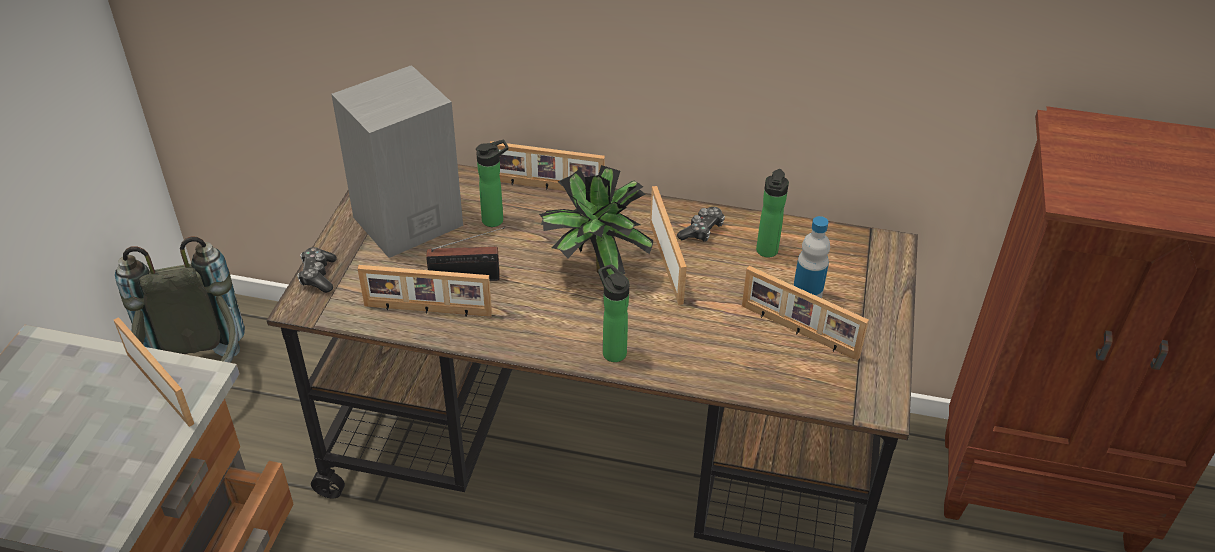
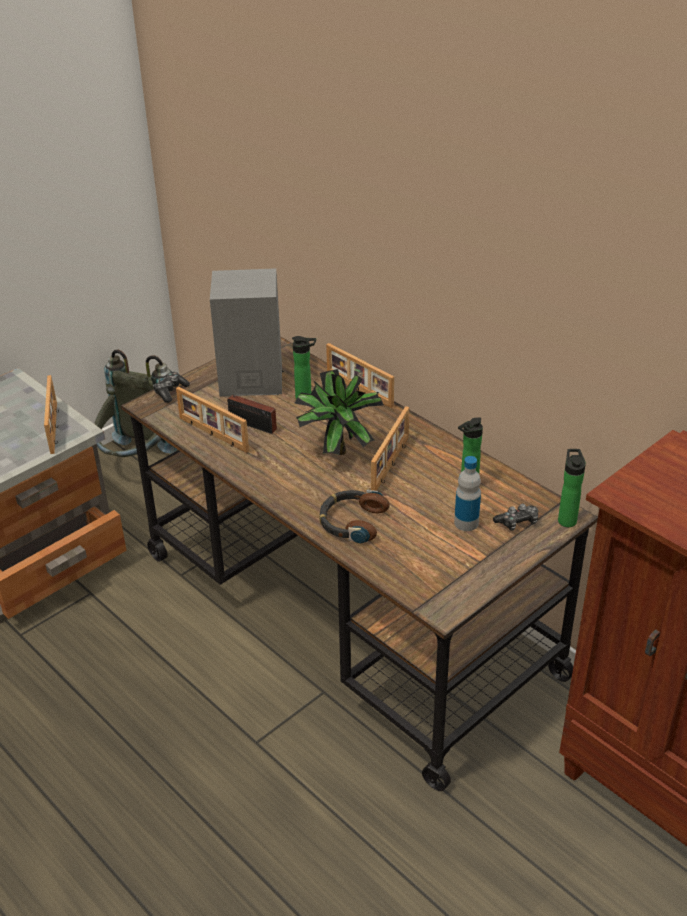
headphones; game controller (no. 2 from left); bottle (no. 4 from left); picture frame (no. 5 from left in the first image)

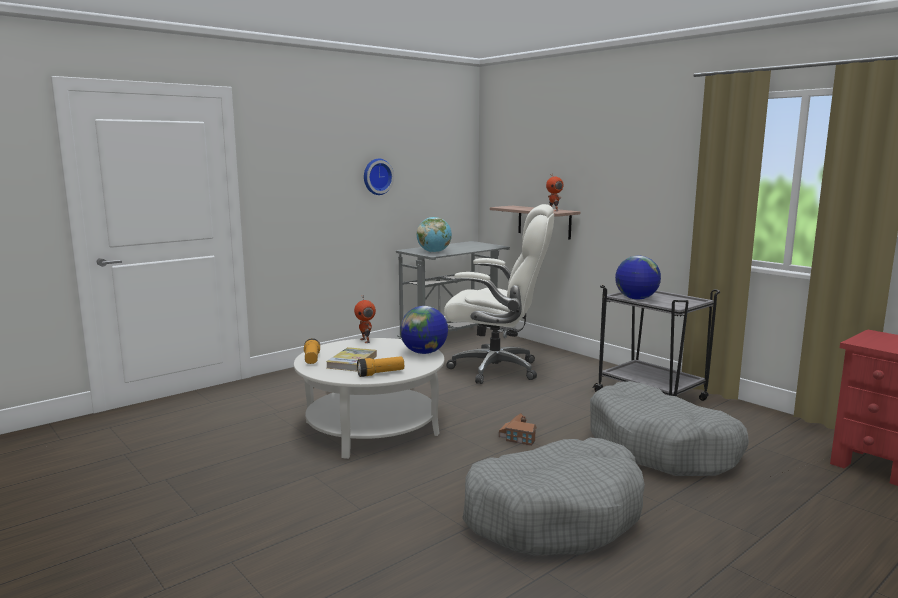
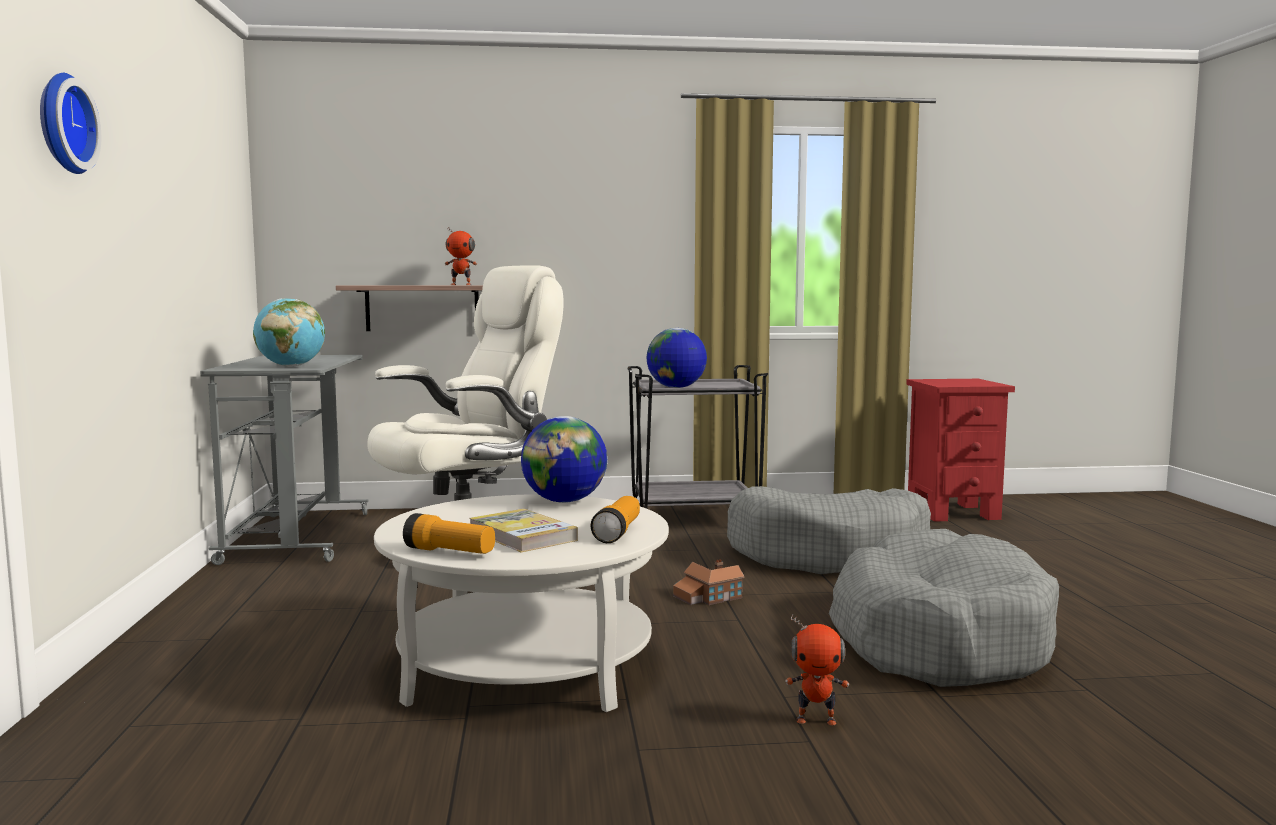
wall clock; toy robot (no. 2 from left)

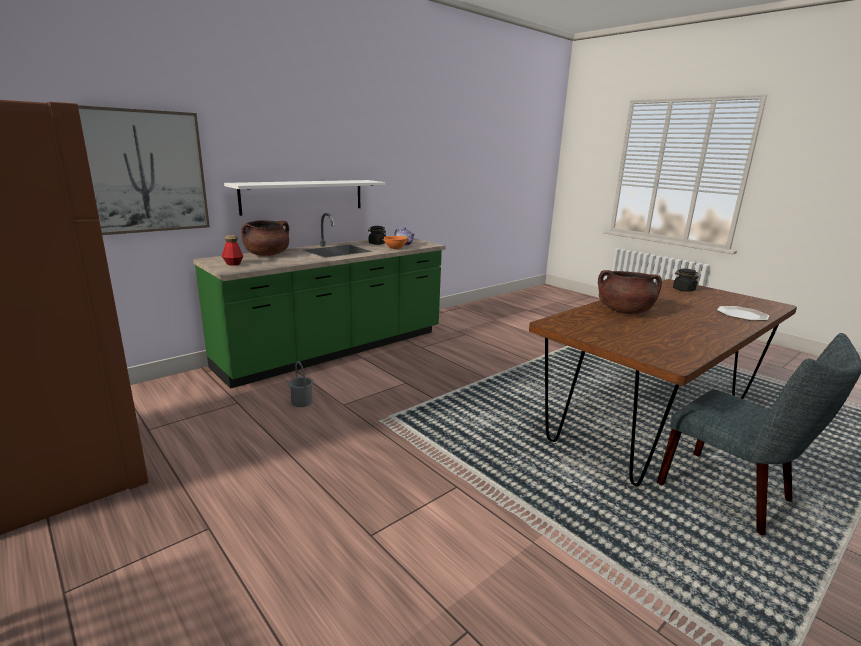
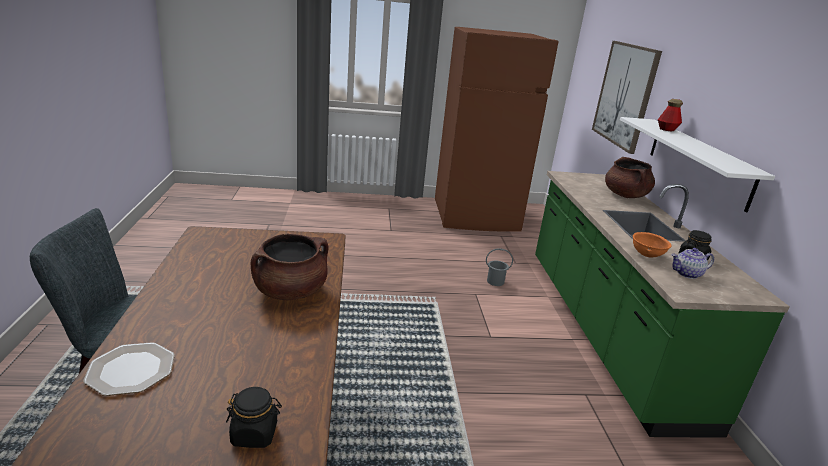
bottle

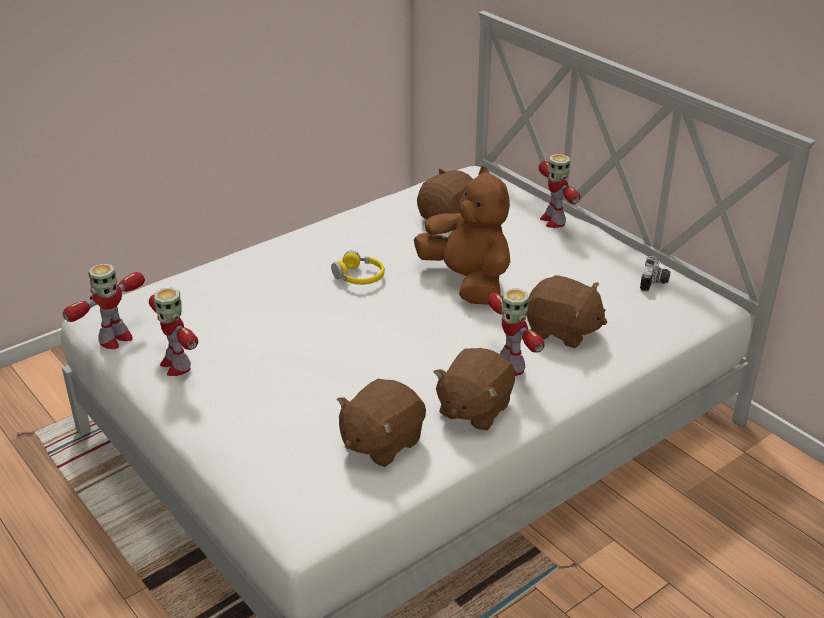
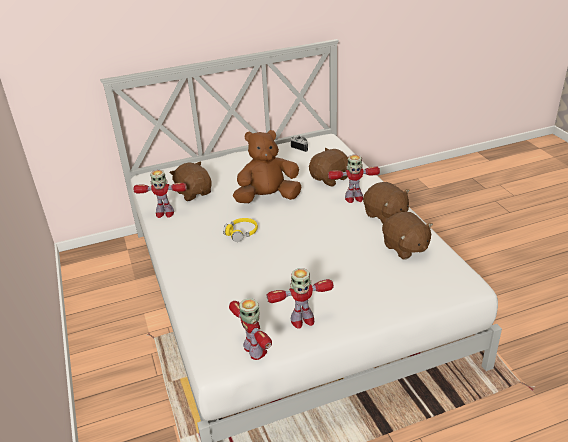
toy robot (no. 1 from left)

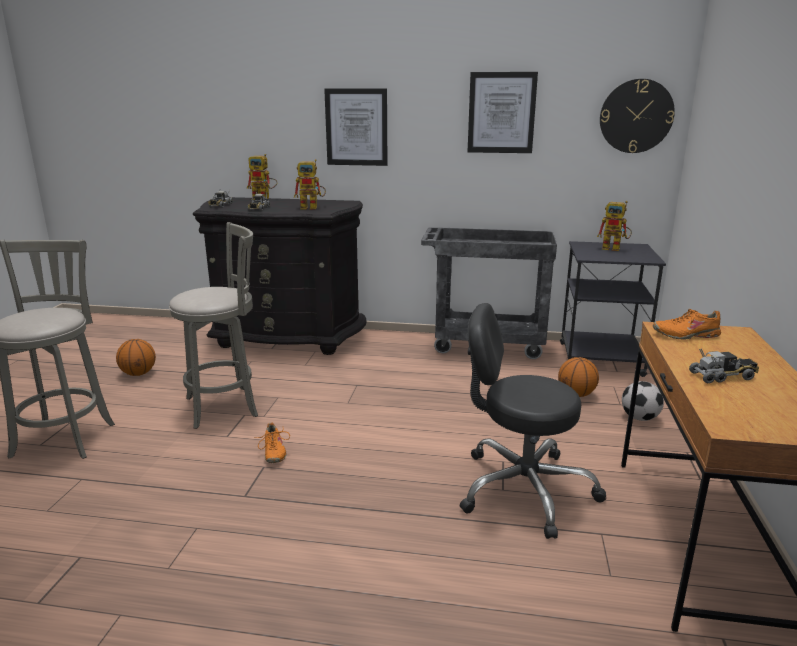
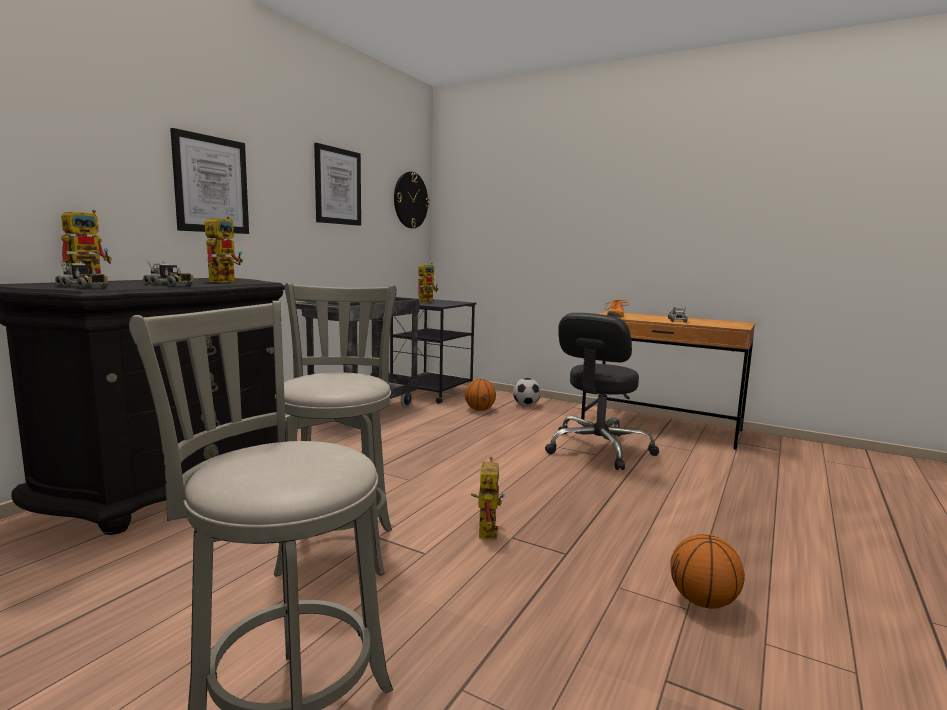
toy robot (no. 4 from left); basketball (no. 2 from left)

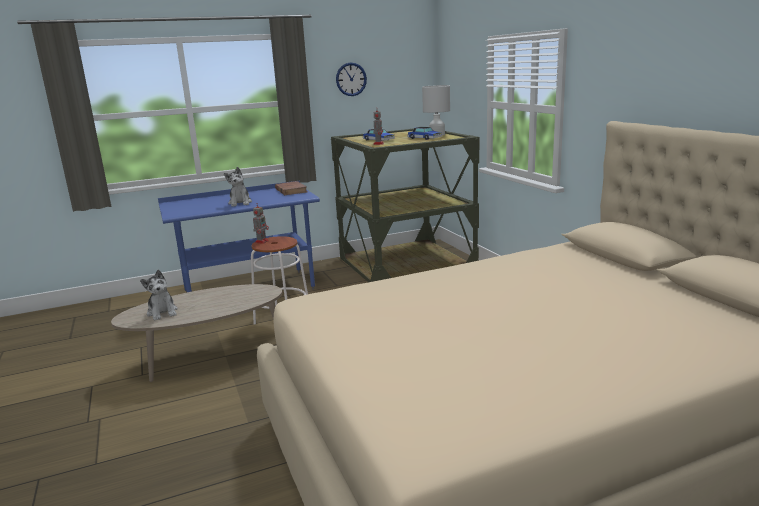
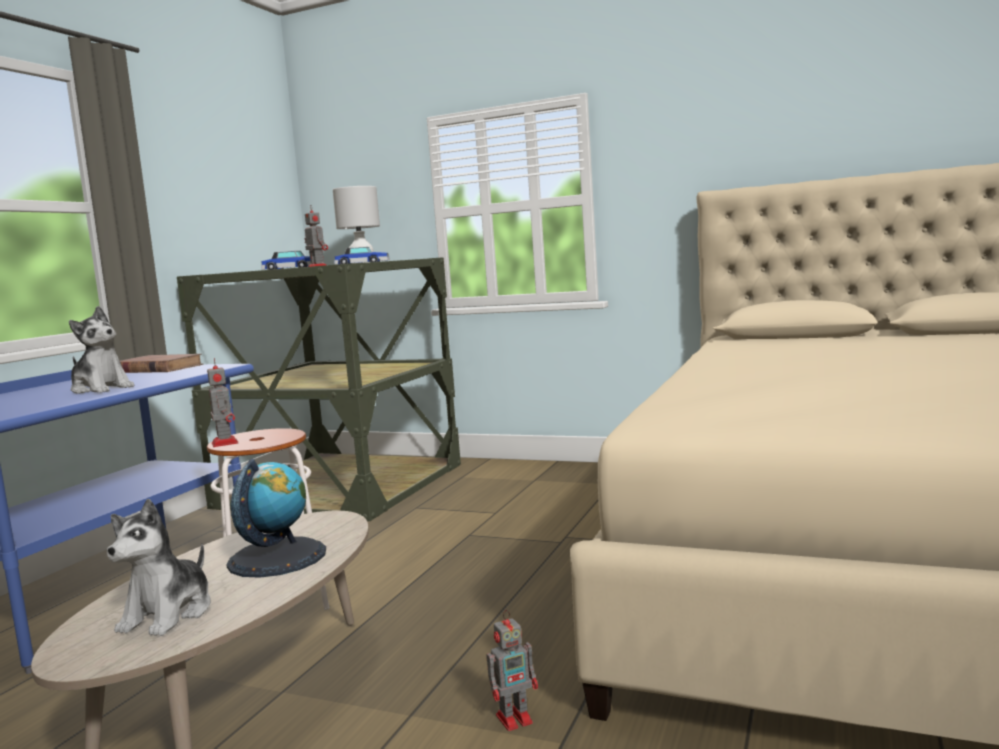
plush toy (no. 2 from left); globe; toy robot (no. 3 from left); wall clock

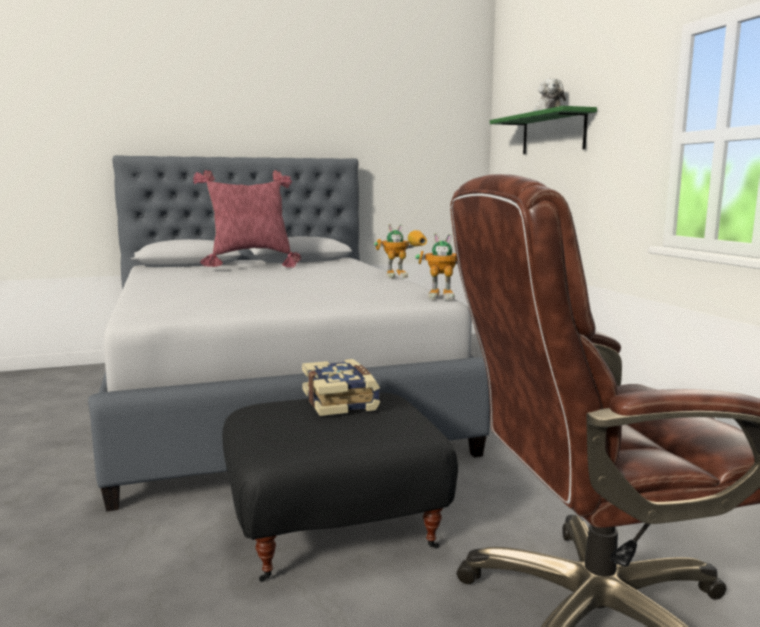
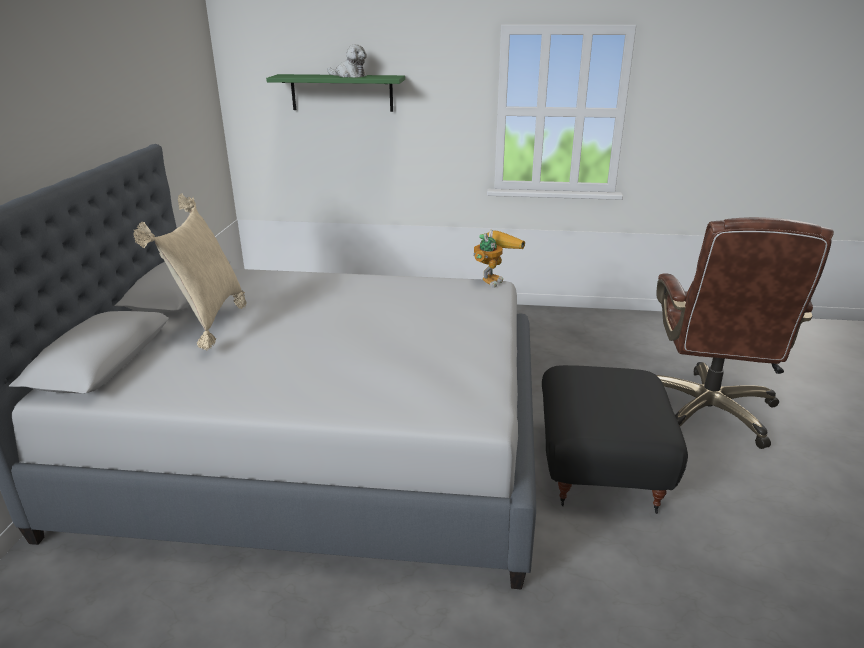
pillow (beige); book; toy robot (no. 1 from left in the first image)

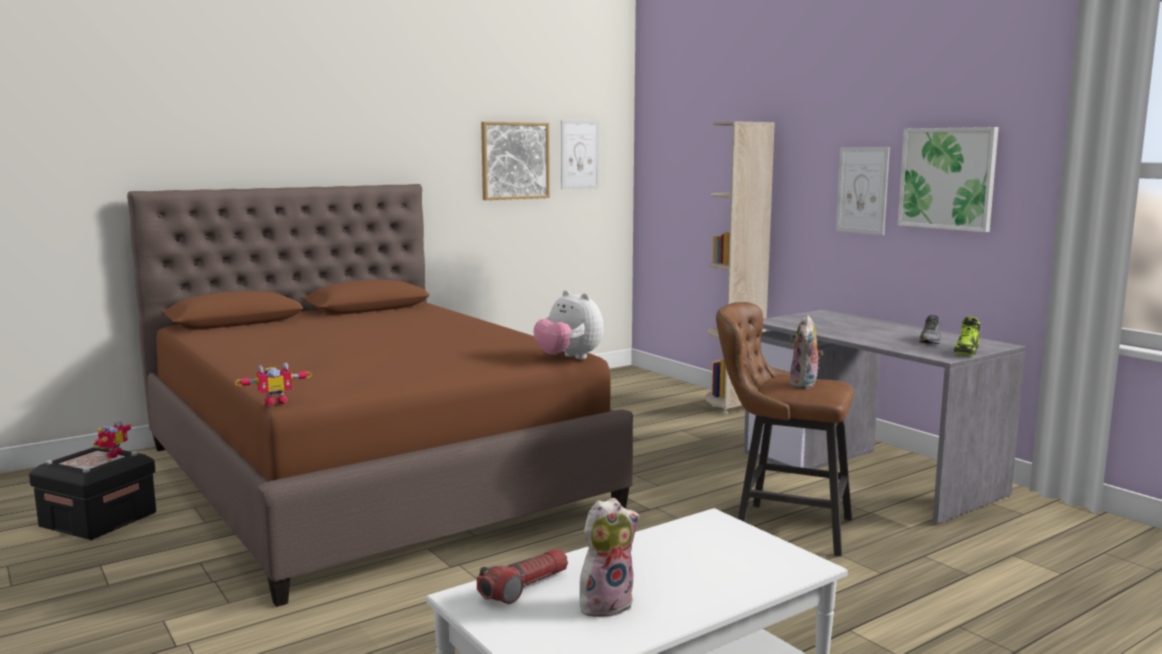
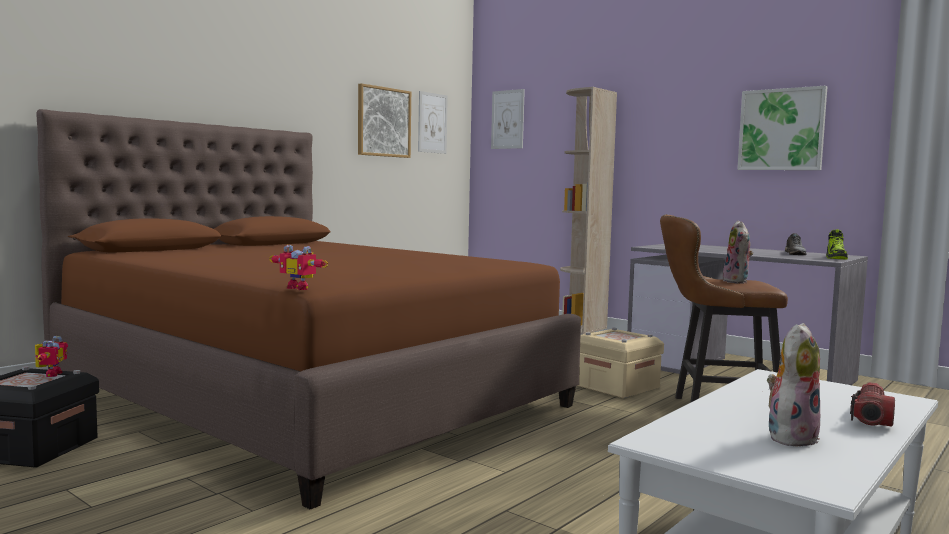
toy robot (no. 2 from left); picture (no. 3 from left); storage box (beige); flashlight; plush toy (no. 1 from left in the first image)

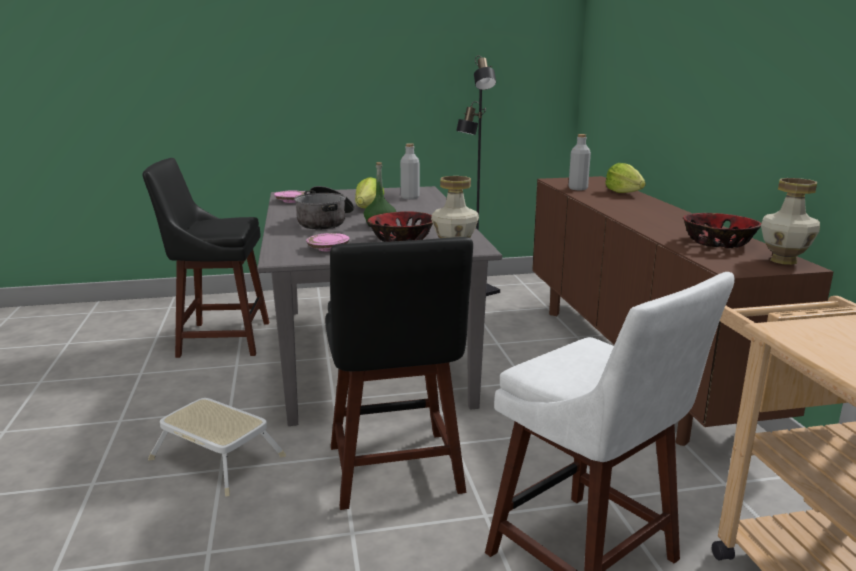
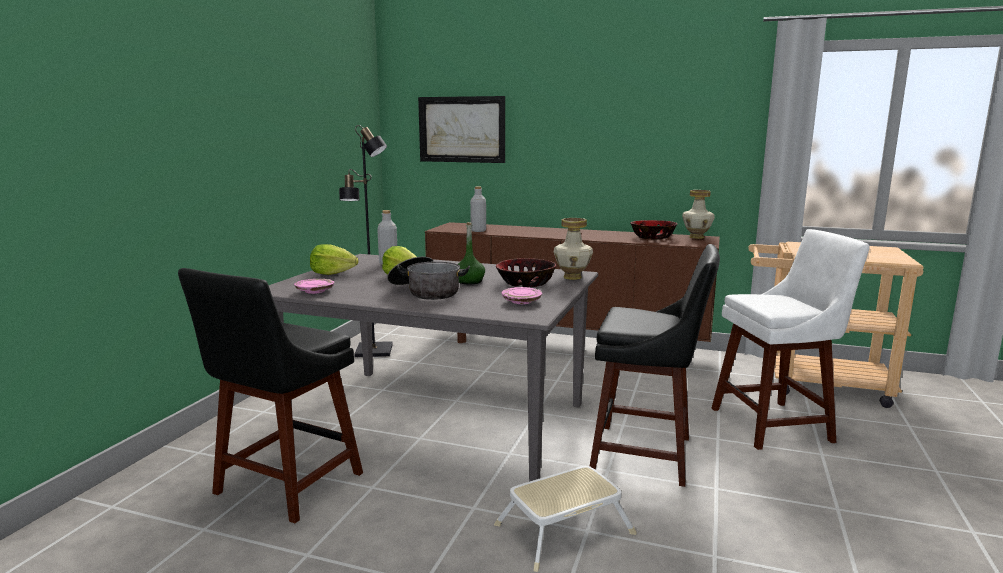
lettuce (no. 1 from left); picture

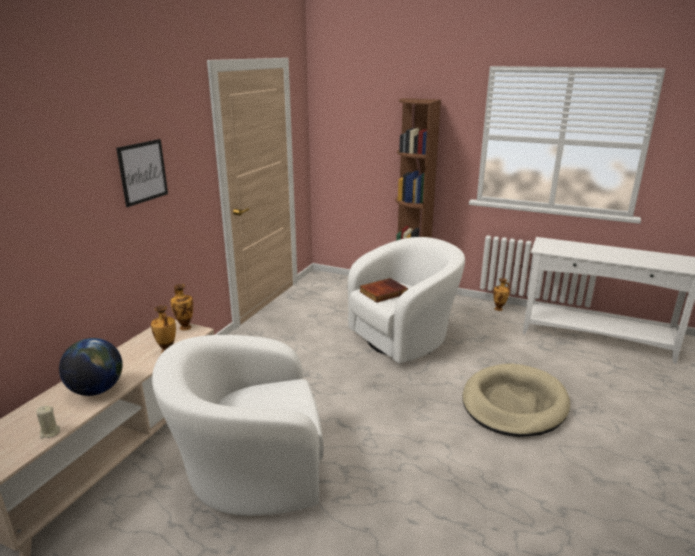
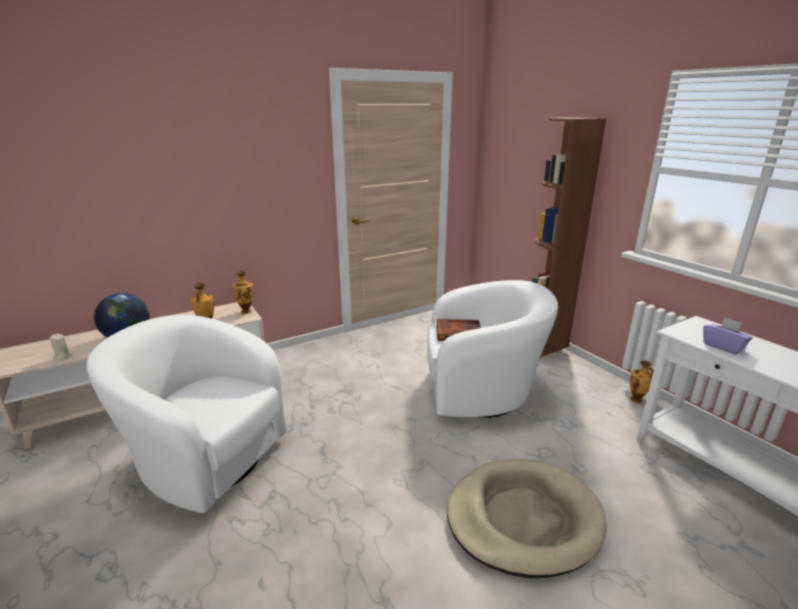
tissue box (purple); picture

